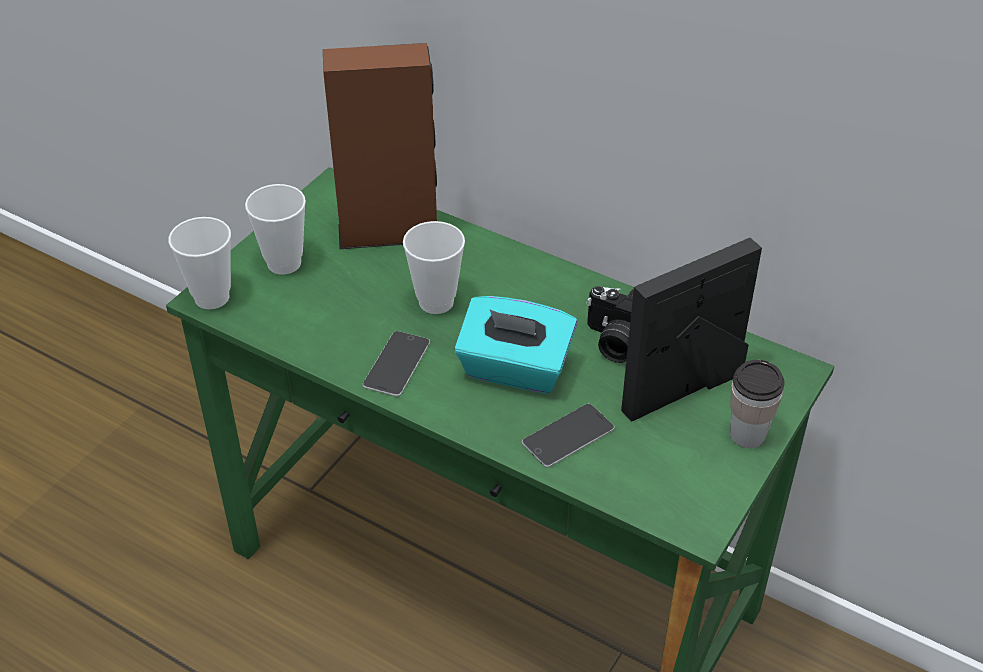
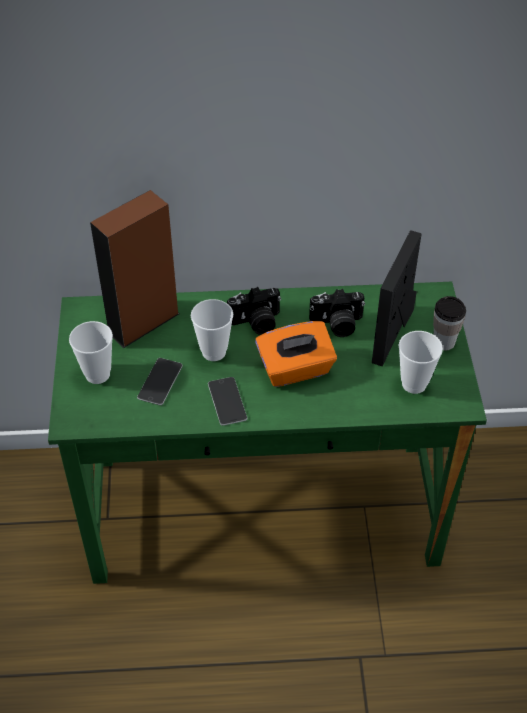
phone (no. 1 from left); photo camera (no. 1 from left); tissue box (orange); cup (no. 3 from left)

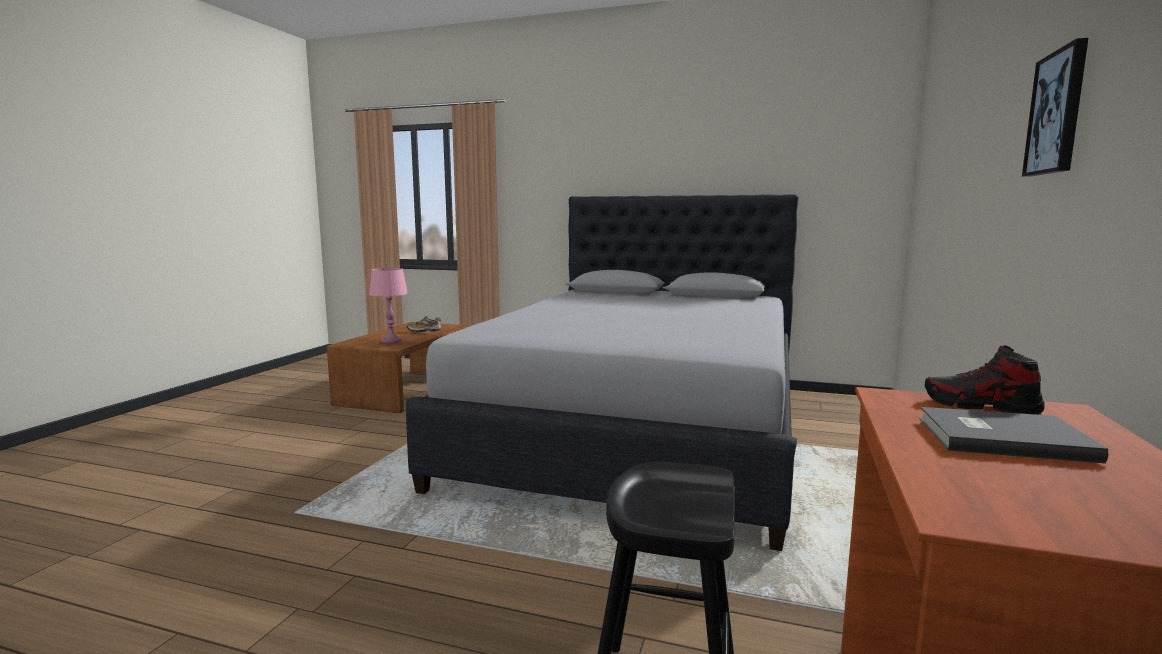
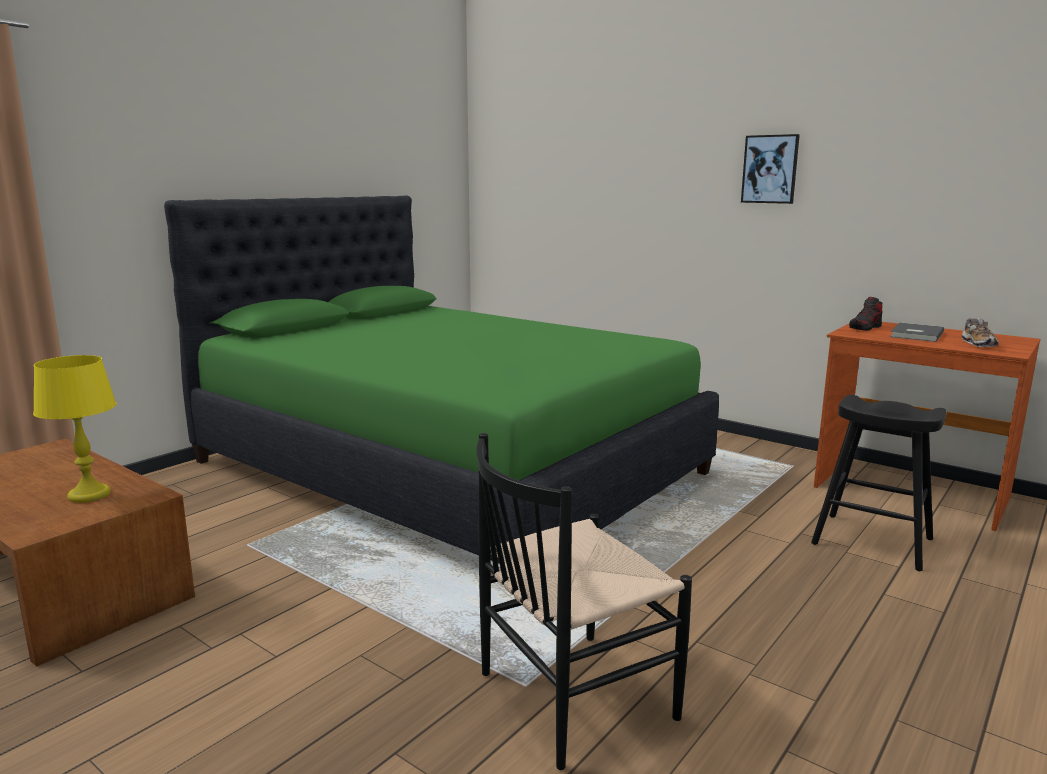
table lamp (yellow); bed (green); chair (black); shoe (no. 2 from left)

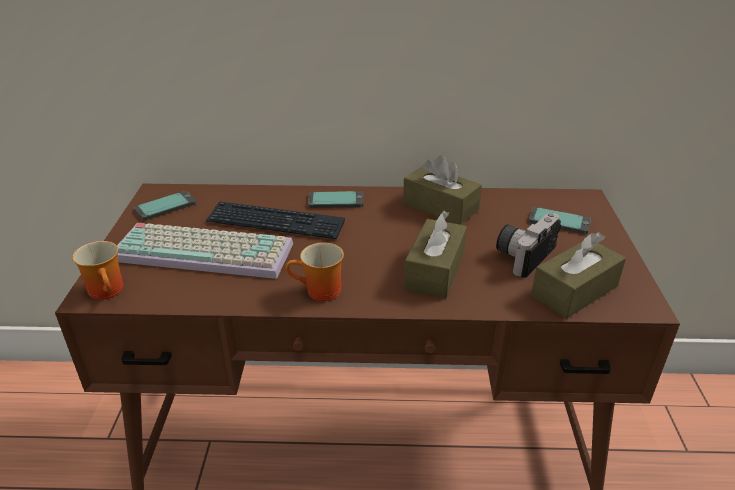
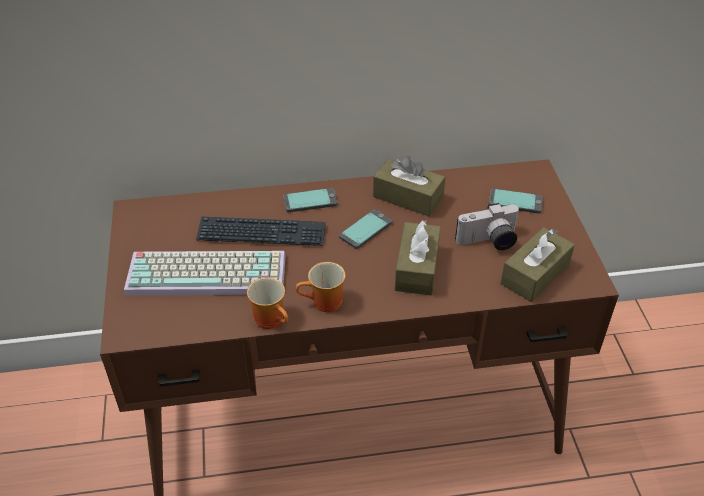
mug (no. 1 from left); phone (no. 2 from left); photo camera

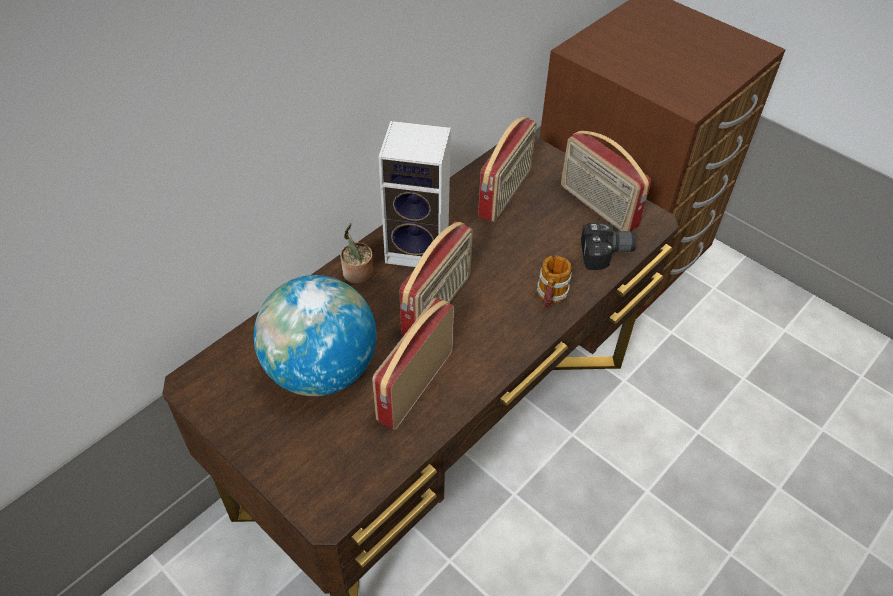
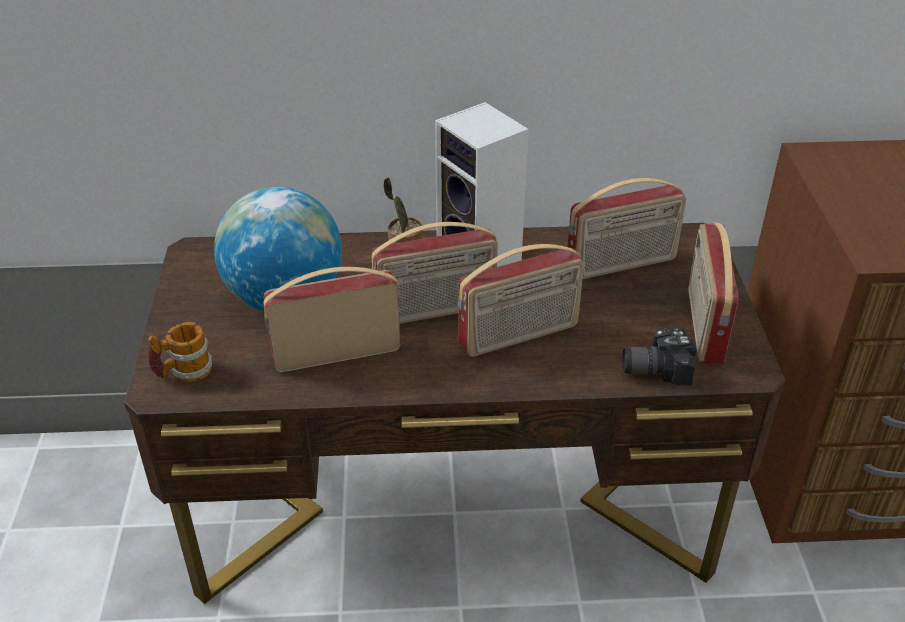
mug; radio (no. 3 from left); photo camera

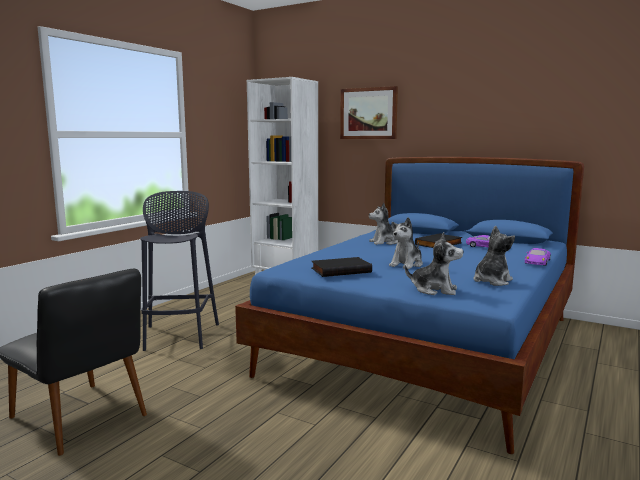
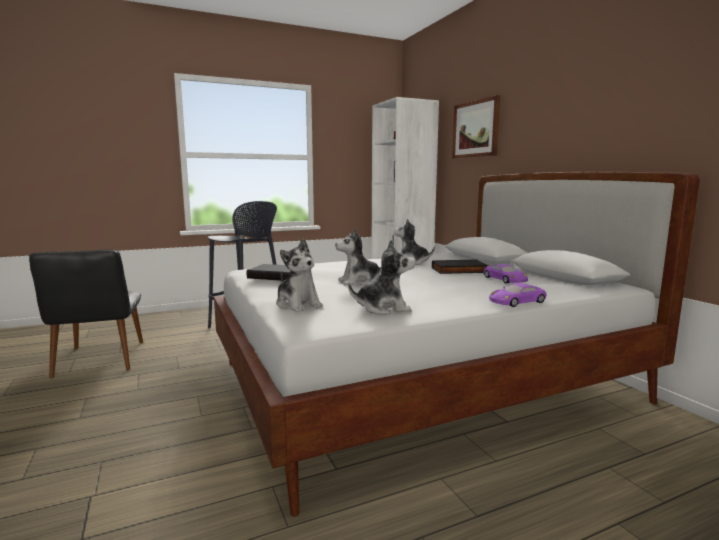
bed (white)

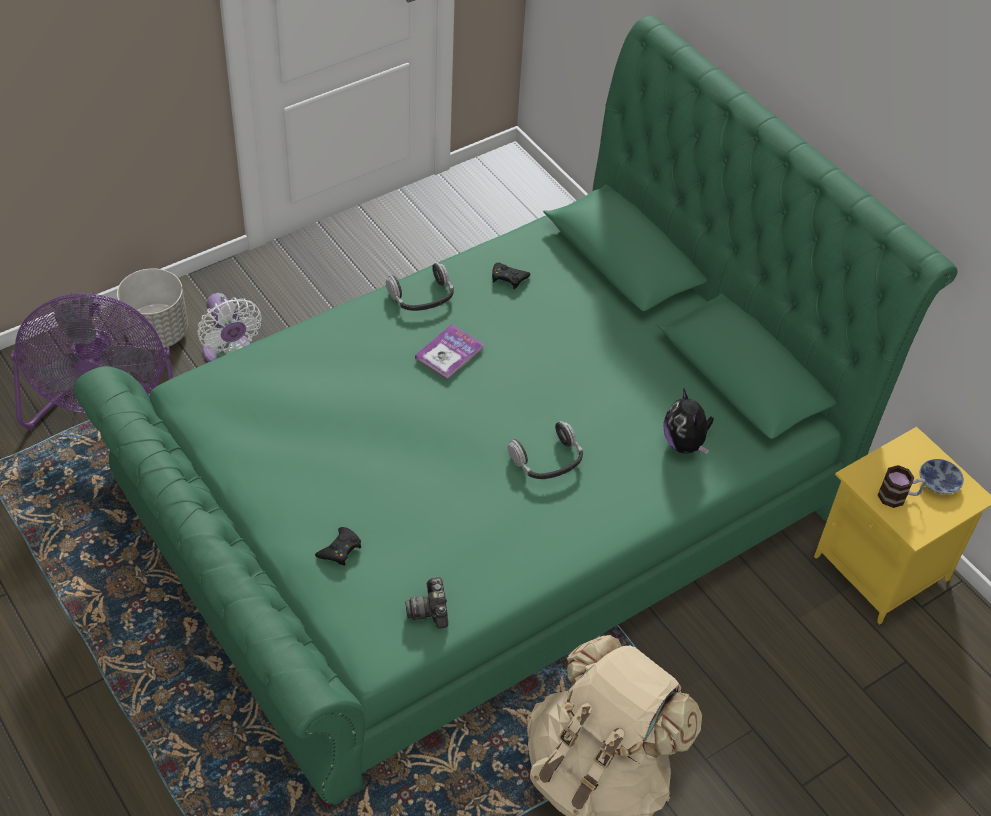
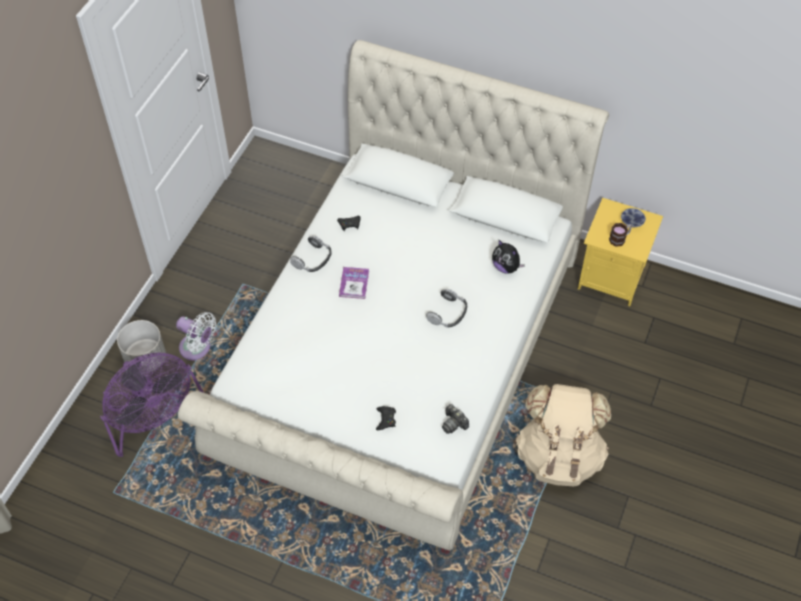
bed (beige)

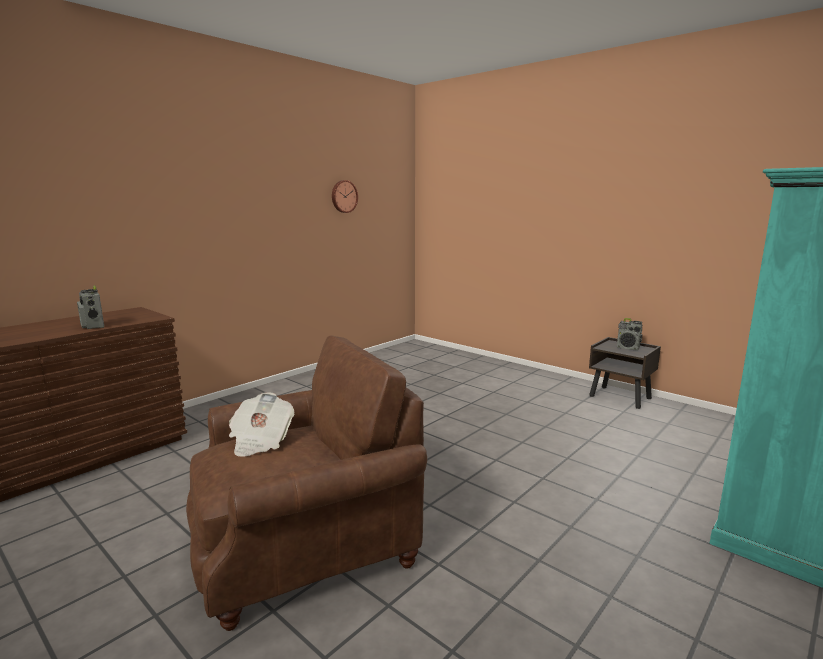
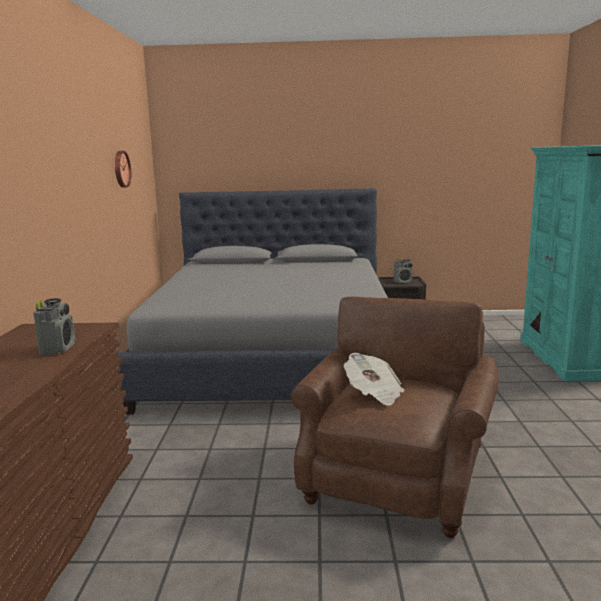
radio (no. 1 from left); bed (grey)

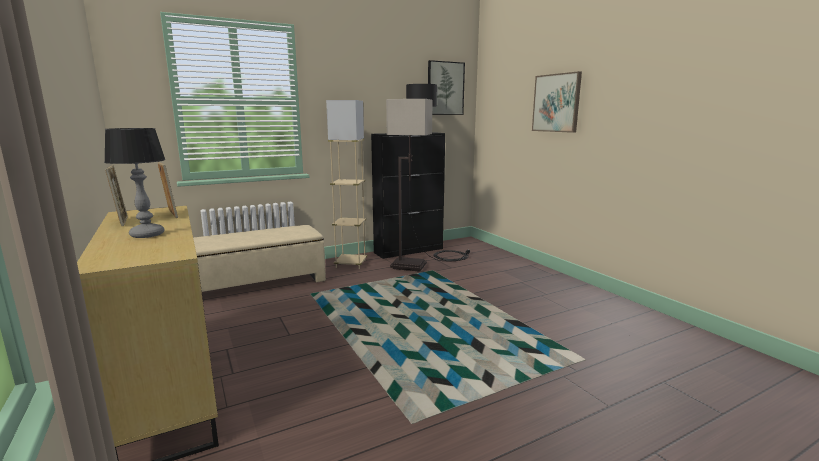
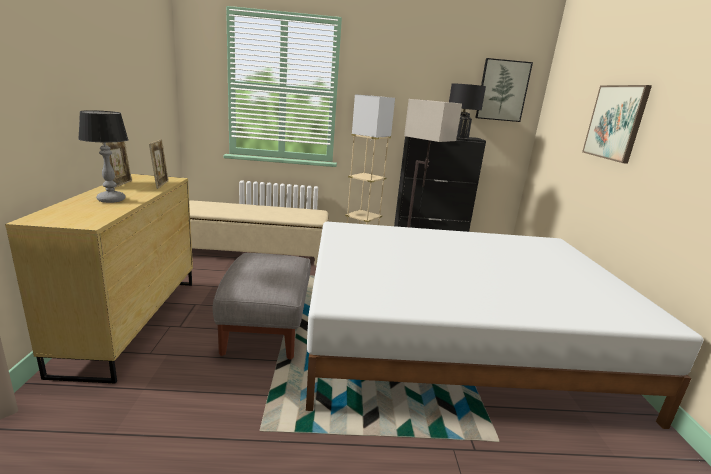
ottoman (grey); bed (white)

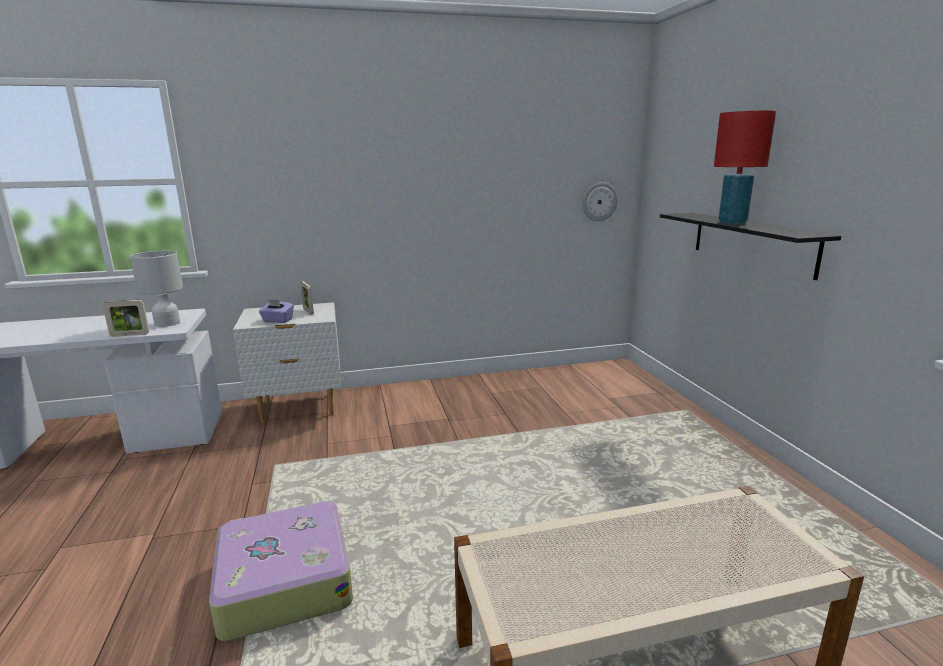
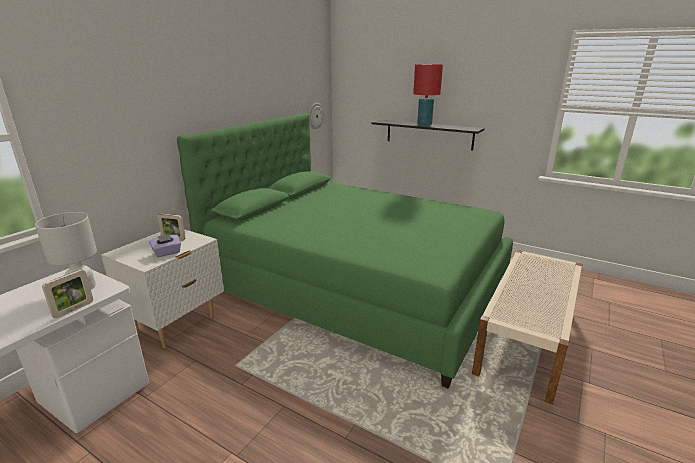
bed (green); suitcase

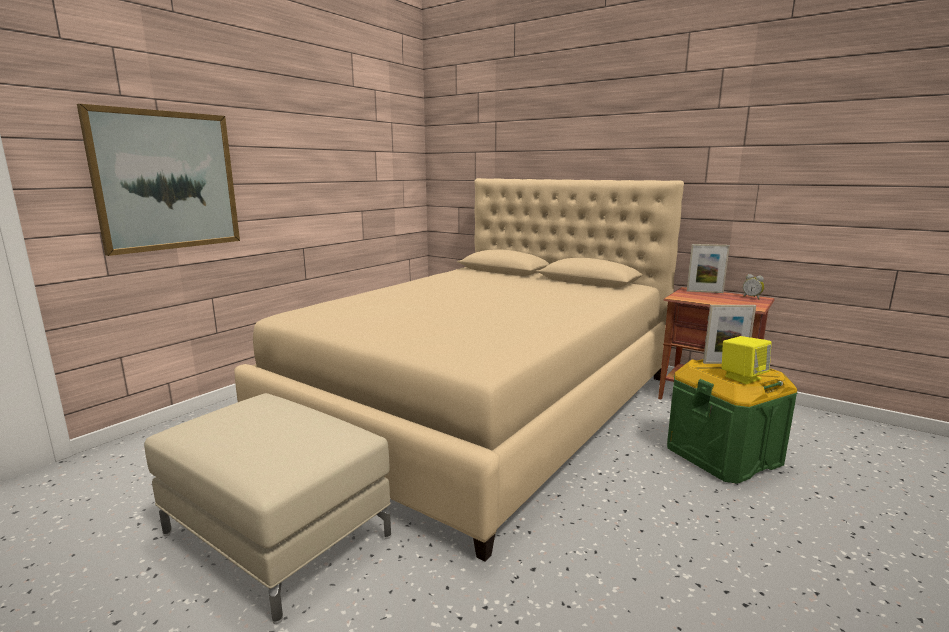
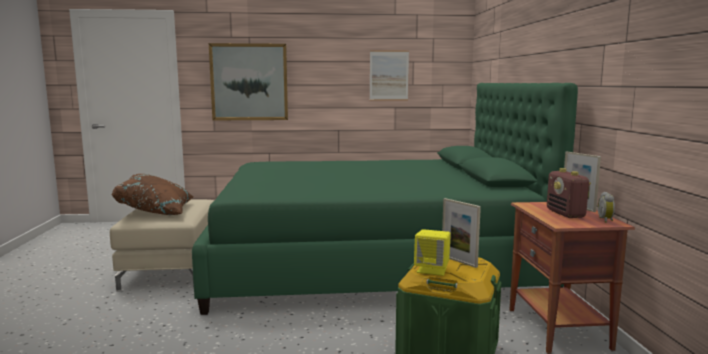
pillow (brown); bed (green); picture (no. 2 from left); radio

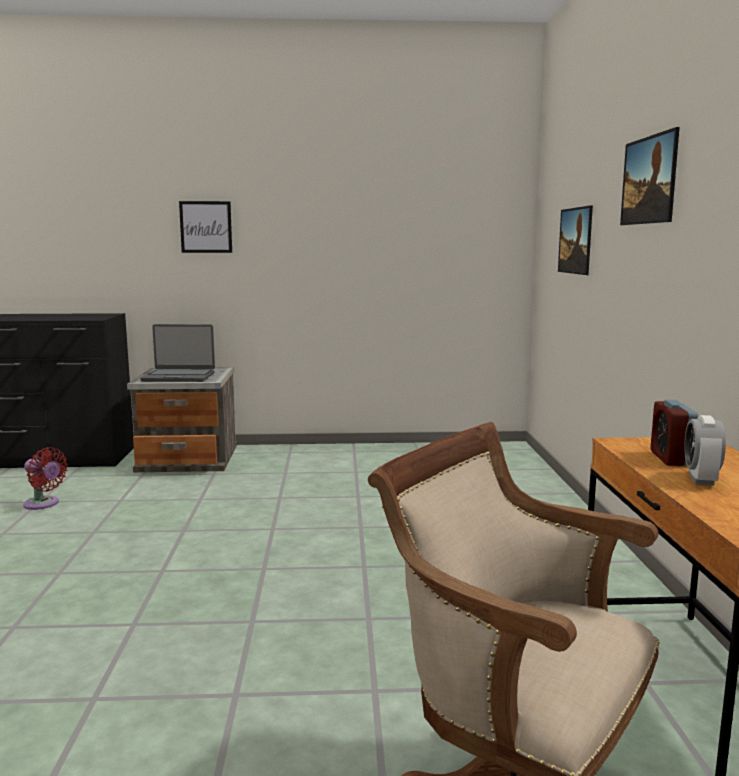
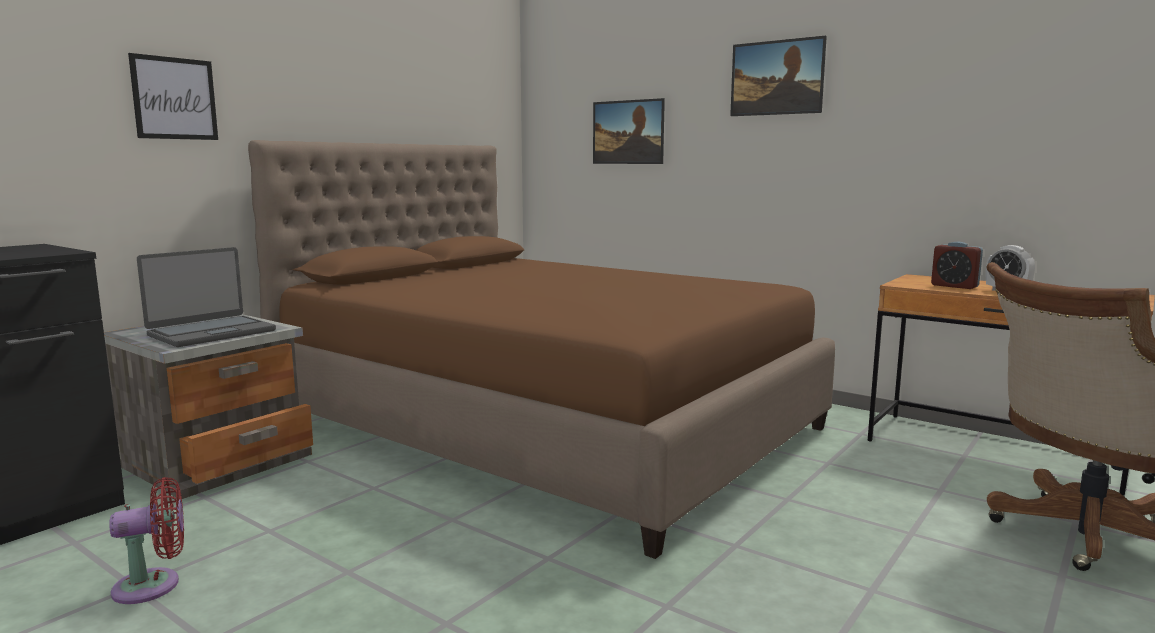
bed (brown)

